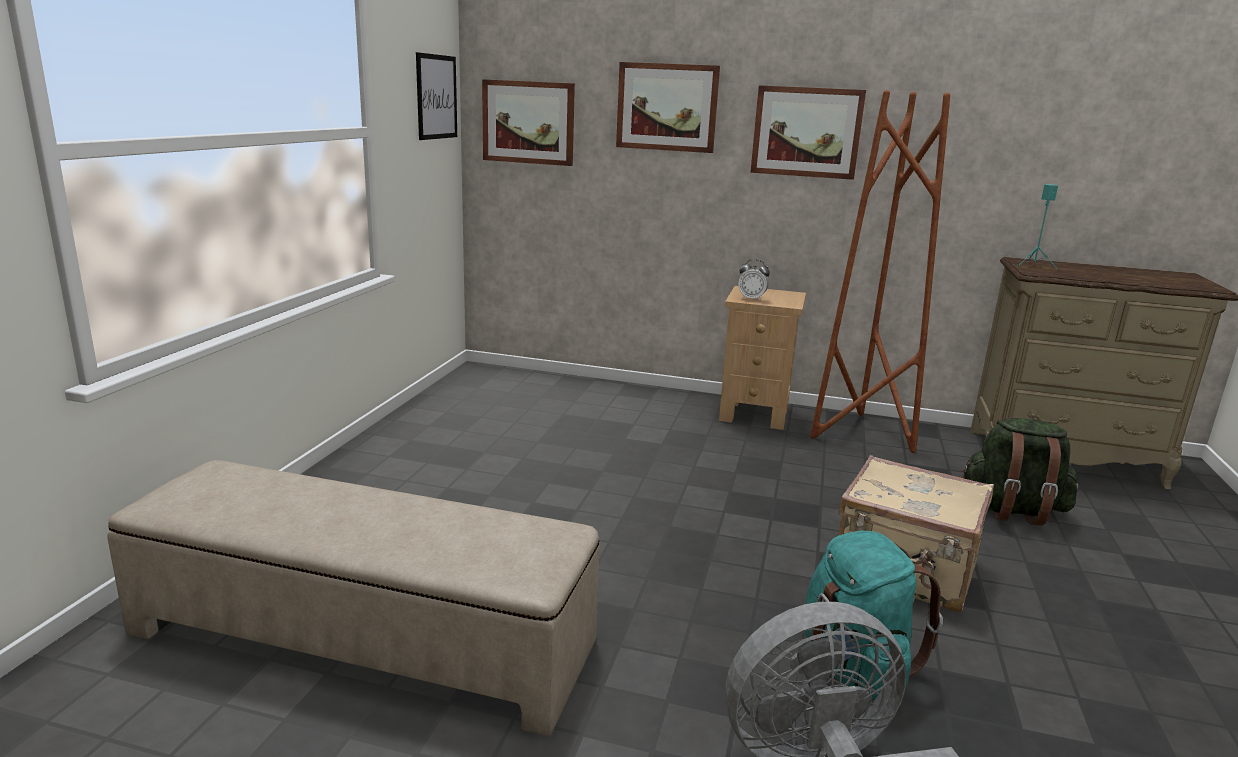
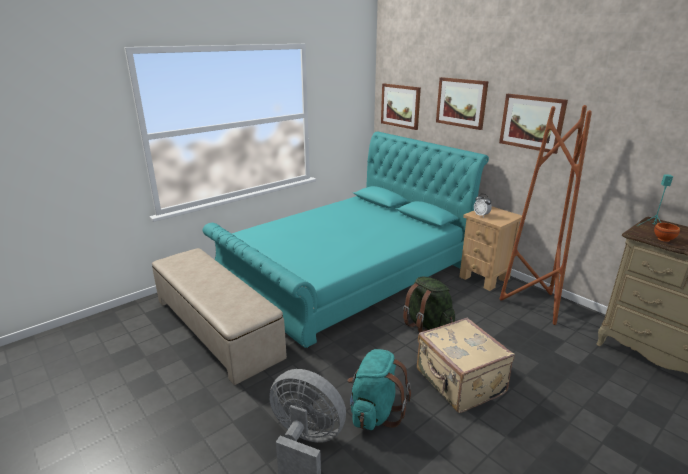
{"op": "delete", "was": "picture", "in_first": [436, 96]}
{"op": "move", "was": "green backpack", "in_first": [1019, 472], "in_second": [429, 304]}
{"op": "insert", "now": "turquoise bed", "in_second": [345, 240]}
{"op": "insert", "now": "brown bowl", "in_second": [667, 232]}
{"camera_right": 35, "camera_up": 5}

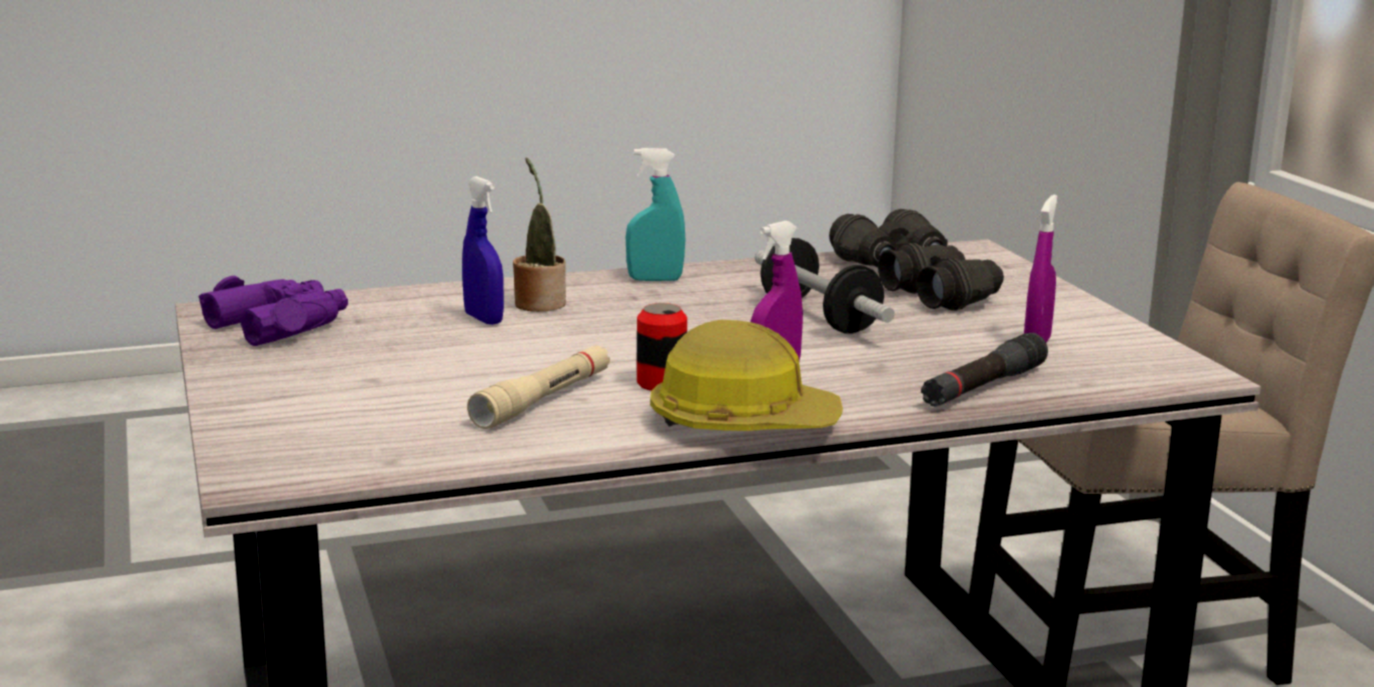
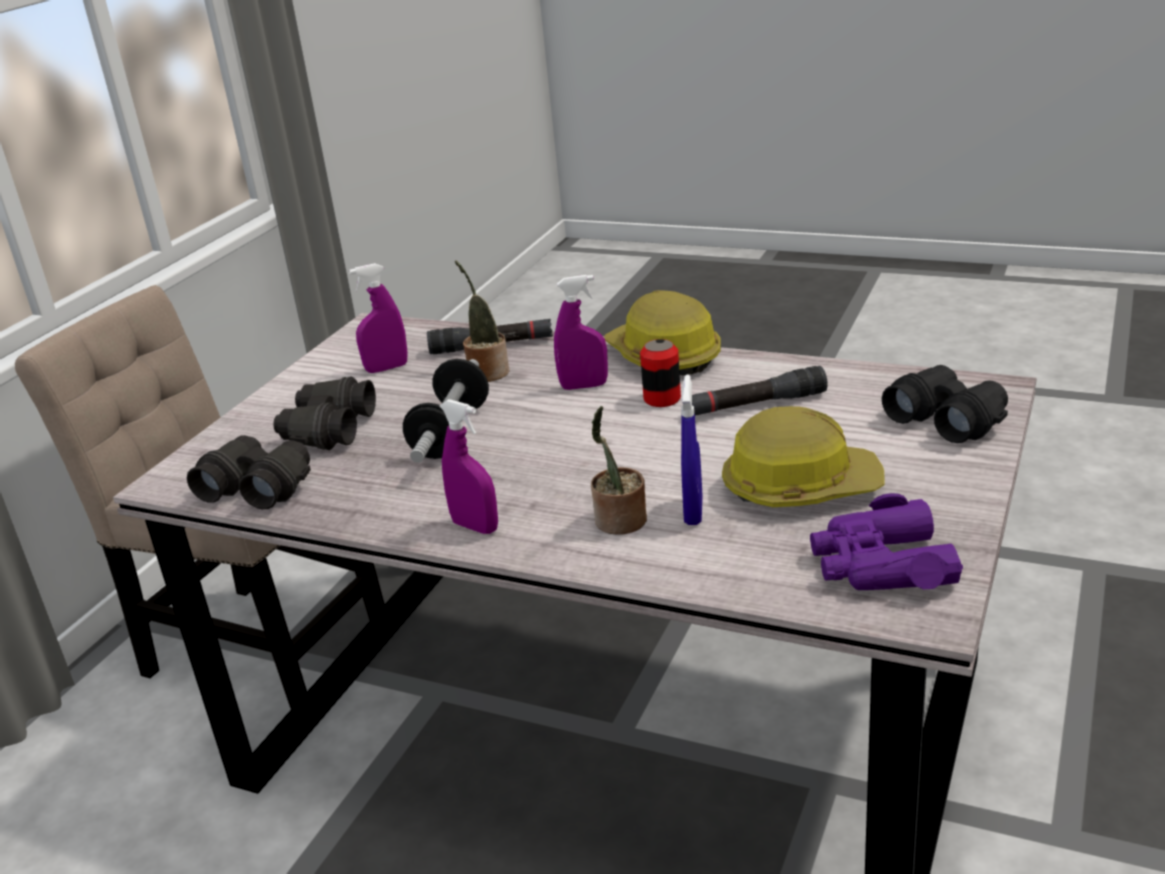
{"op": "recolor", "was": "beige flashlight", "now": "black flashlight", "in_first": [538, 387], "in_second": [760, 391]}
{"op": "recolor", "was": "turquoise spray bottle", "now": "purple spray bottle", "in_first": [655, 214], "in_second": [468, 466]}
{"op": "insert", "now": "potted plant", "in_second": [482, 321]}
{"op": "insert", "now": "hard hat", "in_second": [803, 456]}
{"op": "insert", "now": "black binoculars", "in_second": [945, 404]}
{"camera_right": -135, "camera_up": 10}

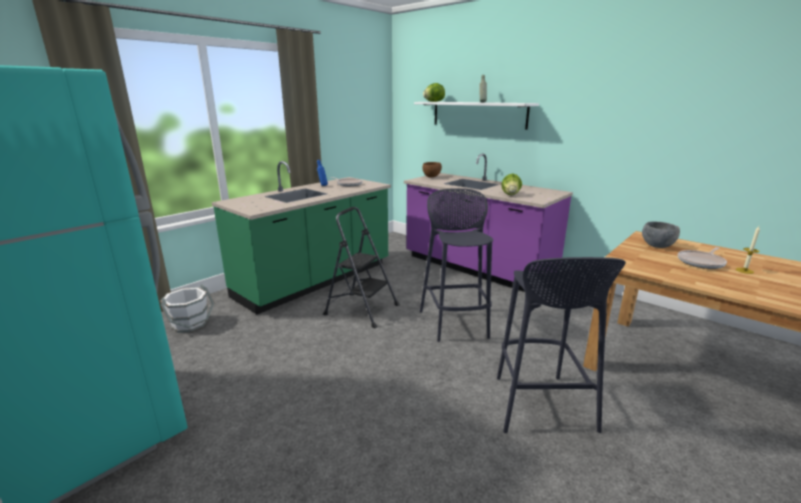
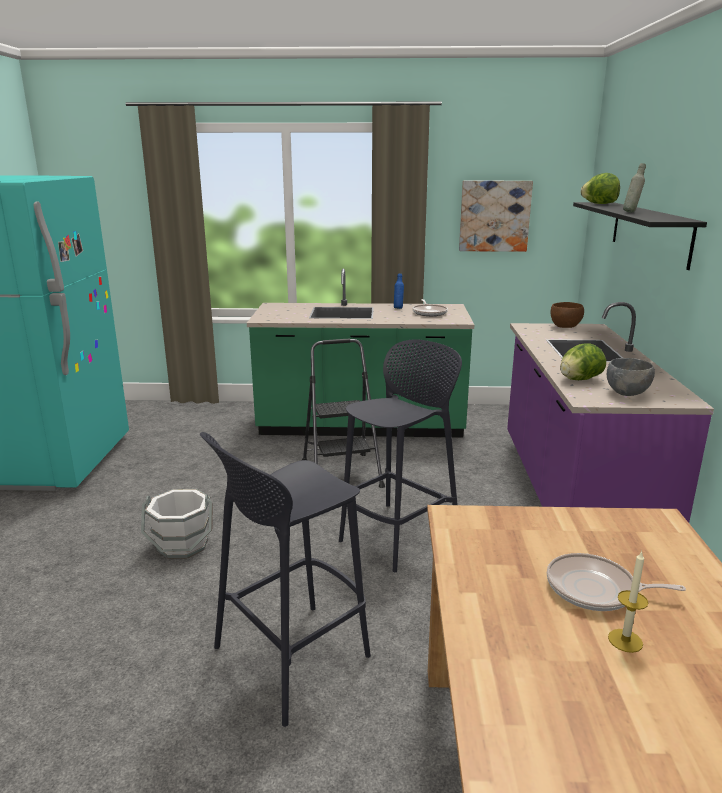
{"op": "move", "was": "white bucket", "in_first": [187, 308], "in_second": [177, 524]}
{"op": "recolor", "was": "white shelf", "now": "black shelf", "in_first": [476, 116], "in_second": [640, 236]}
{"op": "move", "was": "grey bowl", "in_first": [661, 235], "in_second": [631, 377]}
{"op": "insert", "now": "picture", "in_second": [496, 216]}
{"camera_right": 50, "camera_up": 0}

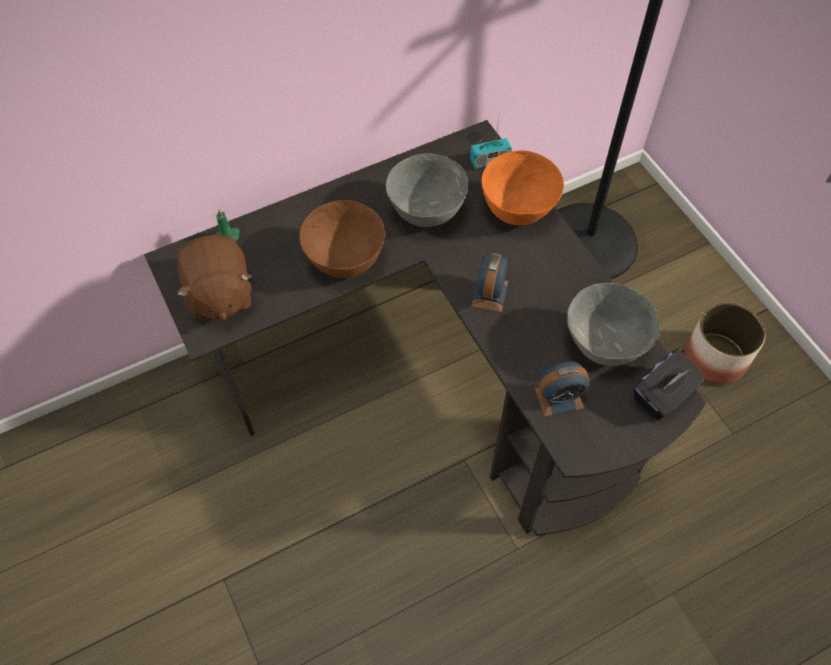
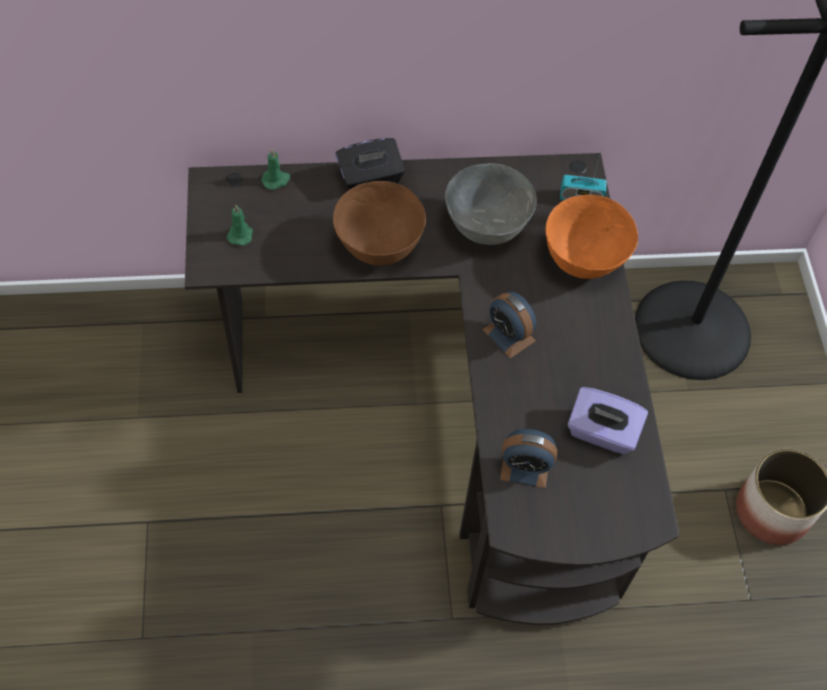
{"op": "replace", "was": "brown plush toy", "now": "green candle", "in_first": [214, 277], "in_second": [240, 225]}
{"op": "rotate", "was": "alarm clock", "in_first": [489, 283], "in_second": [509, 325], "clockwise": -75}
{"op": "replace", "was": "grey bowl", "now": "purple tissue box", "in_first": [613, 324], "in_second": [608, 420]}
{"op": "move", "was": "black tissue box", "in_first": [669, 384], "in_second": [370, 164]}
{"camera_right": 20, "camera_up": 0}

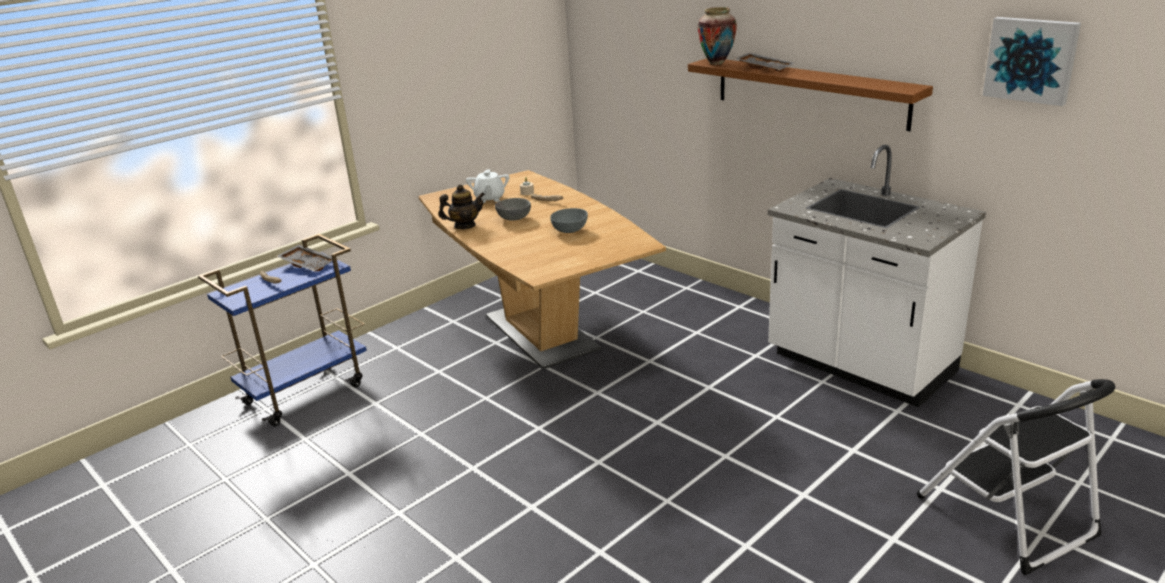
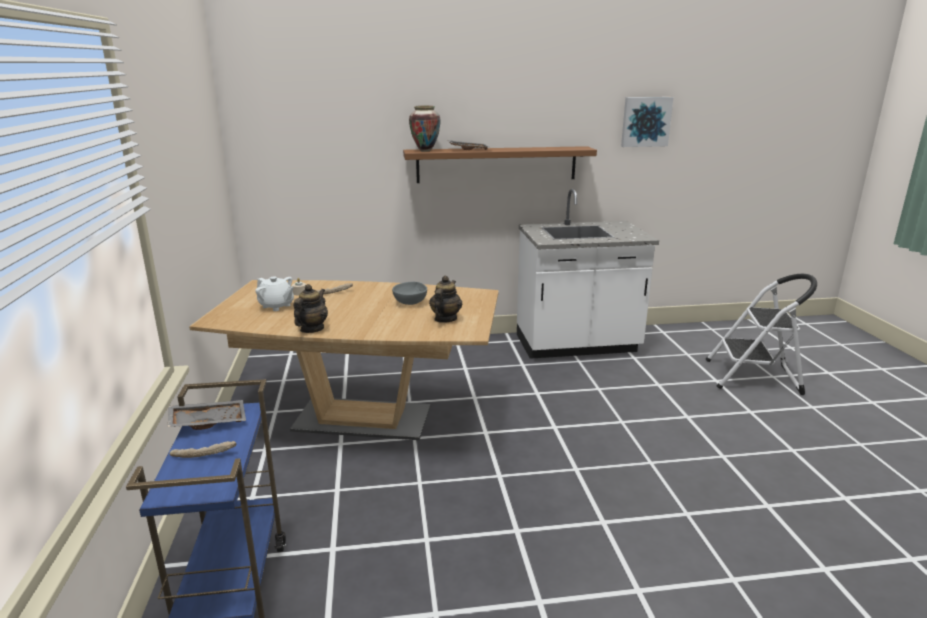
{"op": "delete", "was": "grey bowl", "in_first": [513, 209]}
{"op": "insert", "now": "teapot", "in_second": [445, 299]}
{"camera_right": -55, "camera_up": -5}

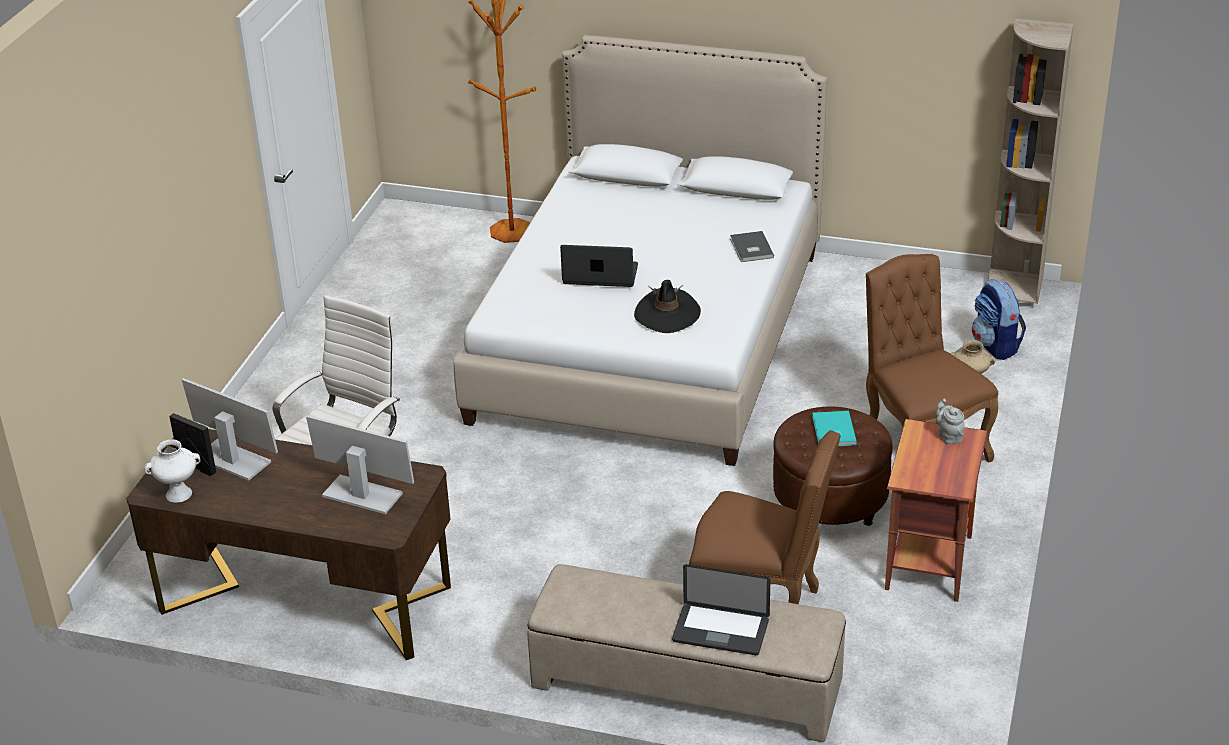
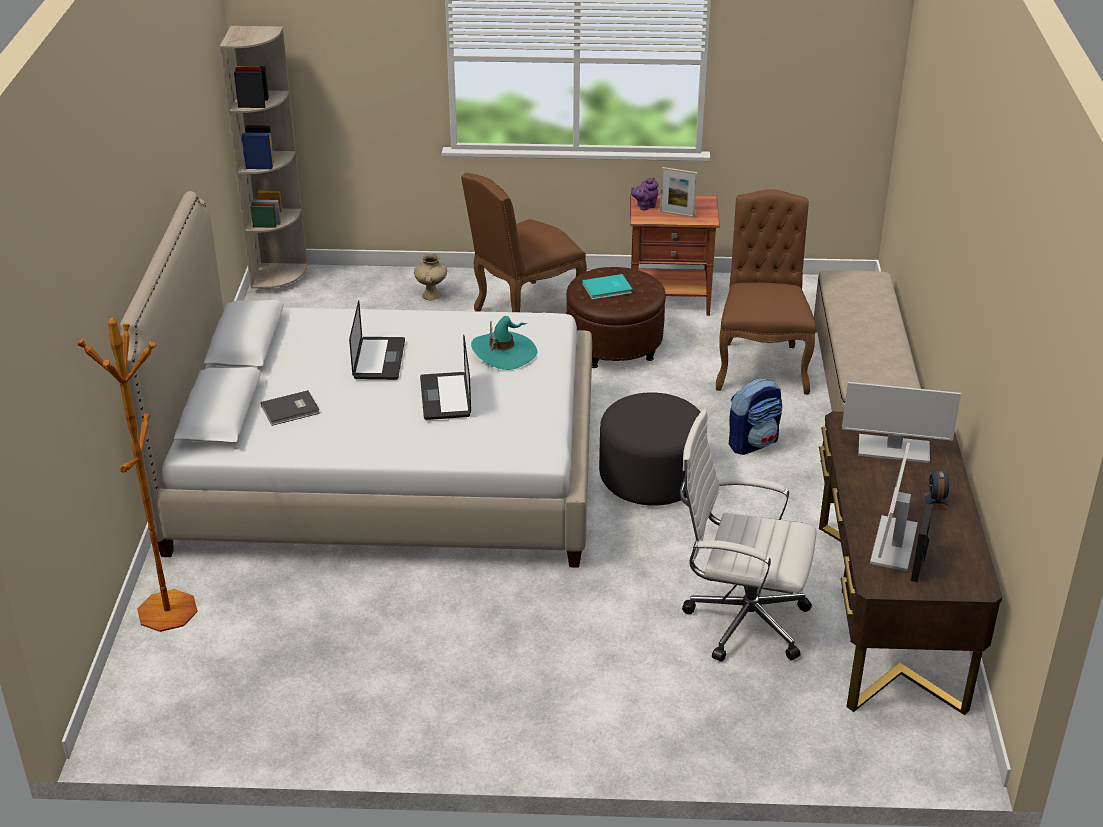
{"op": "delete", "was": "white vase", "in_first": [172, 471]}
{"op": "rotate", "was": "monitor", "in_first": [360, 464], "in_second": [901, 422], "clockwise": -90}
{"op": "recolor", "was": "black hat", "now": "turquoise hat", "in_first": [667, 306], "in_second": [504, 343]}
{"op": "move", "was": "laptop", "in_first": [721, 609], "in_second": [377, 340]}
{"op": "move", "was": "grey book", "in_first": [752, 246], "in_second": [290, 408]}
{"op": "recolor", "was": "grey teapot", "now": "purple teapot", "in_first": [950, 421], "in_second": [644, 194]}
{"op": "move", "was": "backpack", "in_first": [999, 319], "in_second": [755, 416]}
{"op": "insert", "now": "grey ottoman", "in_second": [649, 449]}
{"op": "insert", "now": "picture frame", "in_second": [678, 192]}
{"op": "insert", "now": "alarm clock", "in_second": [936, 490]}
{"camera_right": -105, "camera_up": 0}

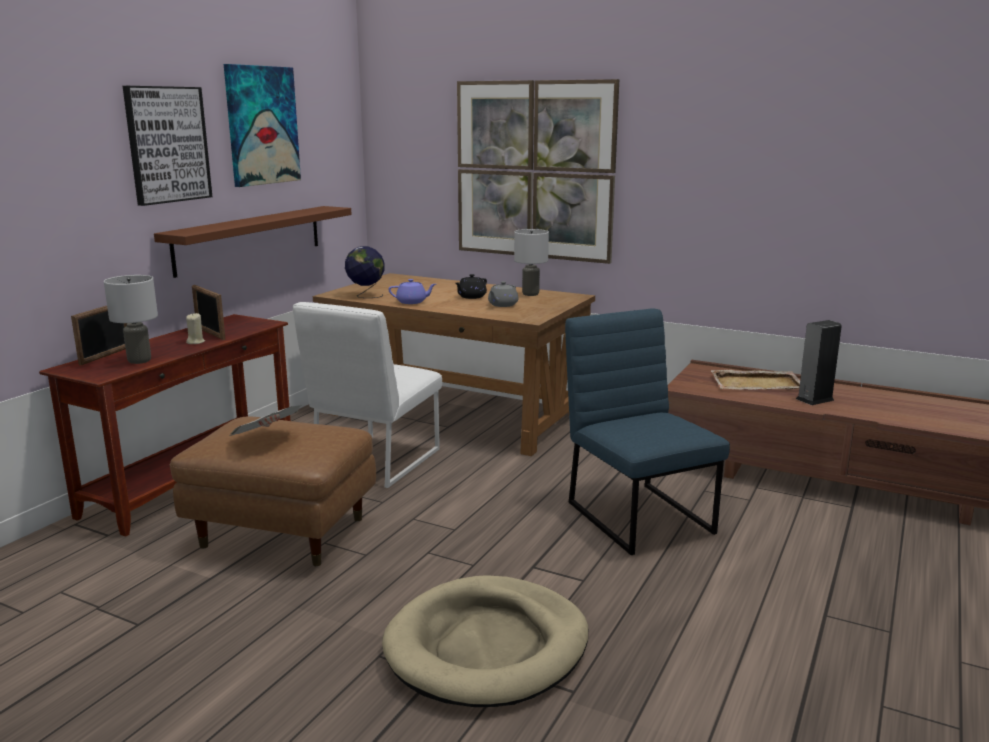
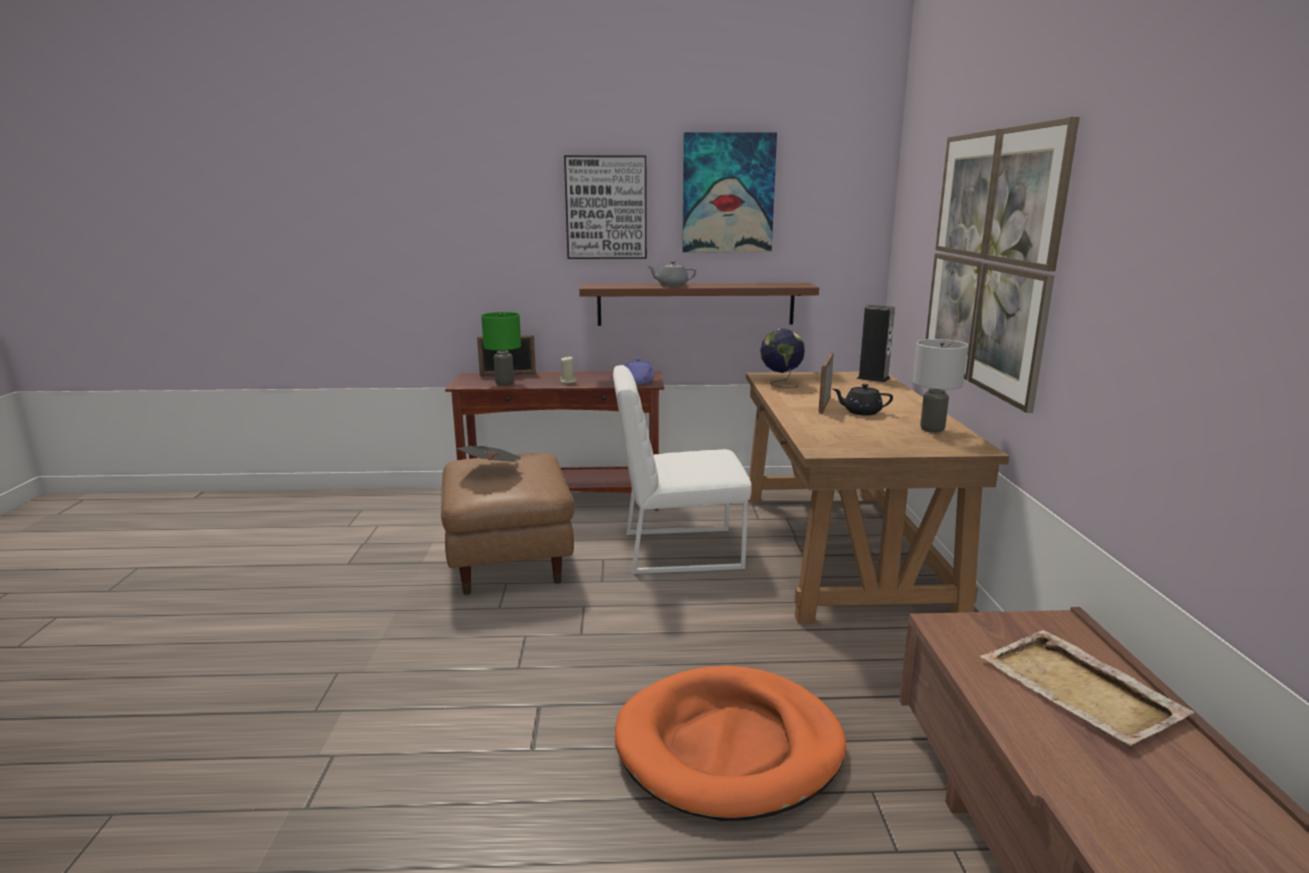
{"op": "recolor", "was": "white table lamp", "now": "green table lamp", "in_first": [131, 319], "in_second": [501, 348]}
{"op": "move", "was": "picture frame", "in_first": [209, 312], "in_second": [826, 383]}
{"op": "delete", "was": "beige dog bed", "in_first": [485, 641]}
{"op": "move", "was": "purple teapot", "in_first": [412, 291], "in_second": [640, 371]}
{"op": "move", "was": "grey teapot", "in_first": [503, 294], "in_second": [671, 273]}
{"op": "replace", "was": "blue chair", "now": "orange dog bed", "in_first": [647, 431], "in_second": [730, 743]}
{"op": "move", "was": "speaker", "in_first": [819, 362], "in_second": [876, 343]}
{"camera_right": 60, "camera_up": 0}

